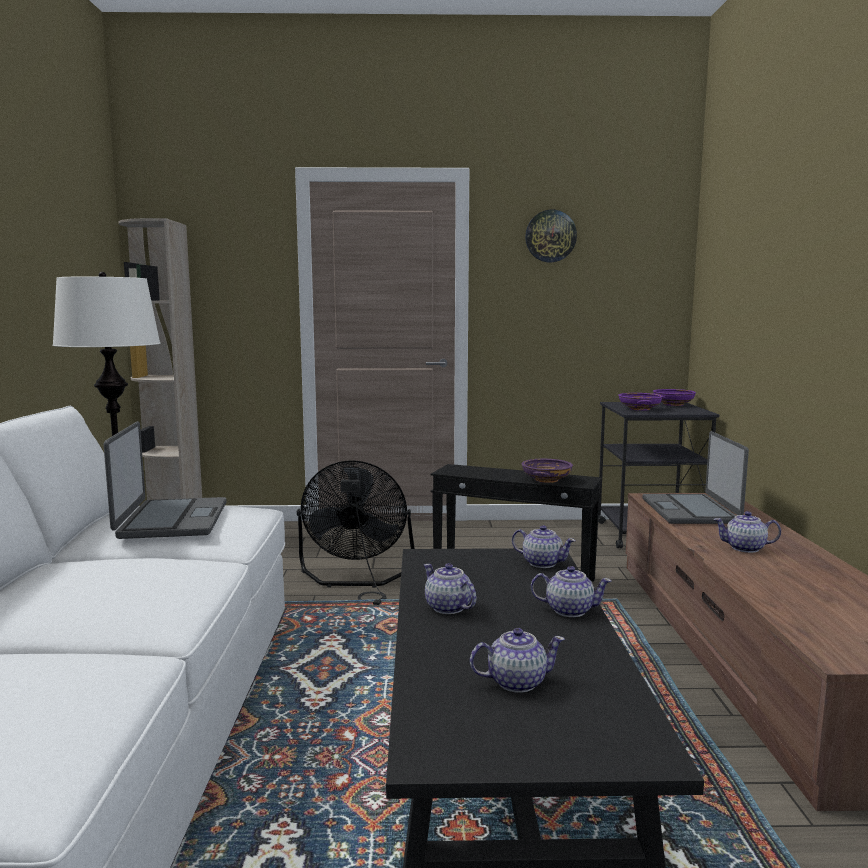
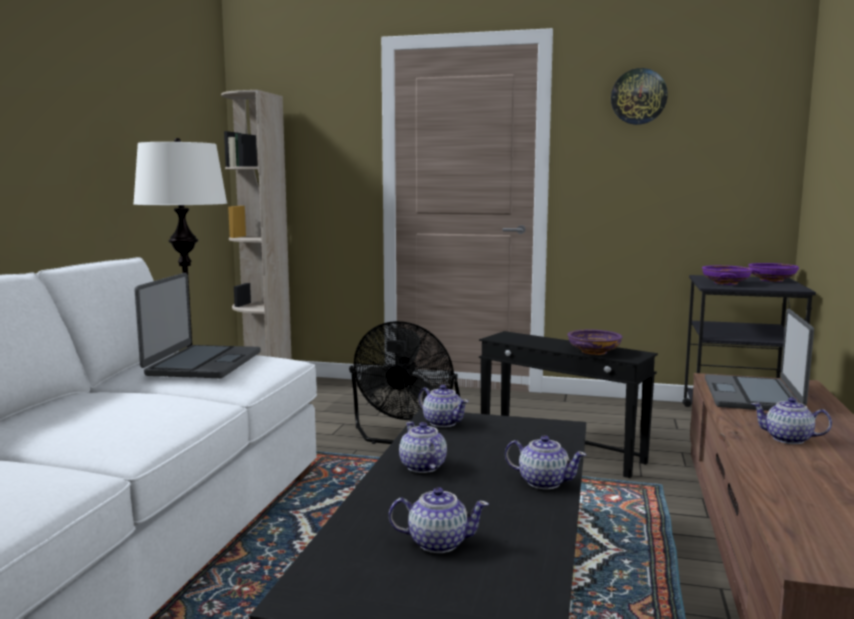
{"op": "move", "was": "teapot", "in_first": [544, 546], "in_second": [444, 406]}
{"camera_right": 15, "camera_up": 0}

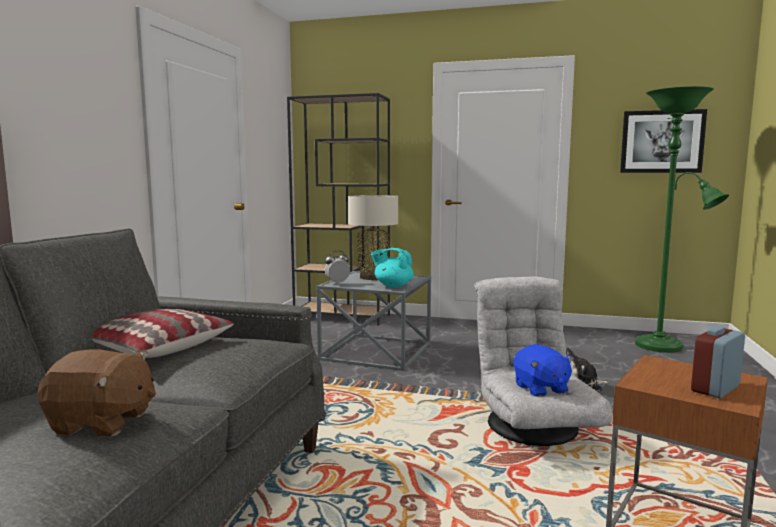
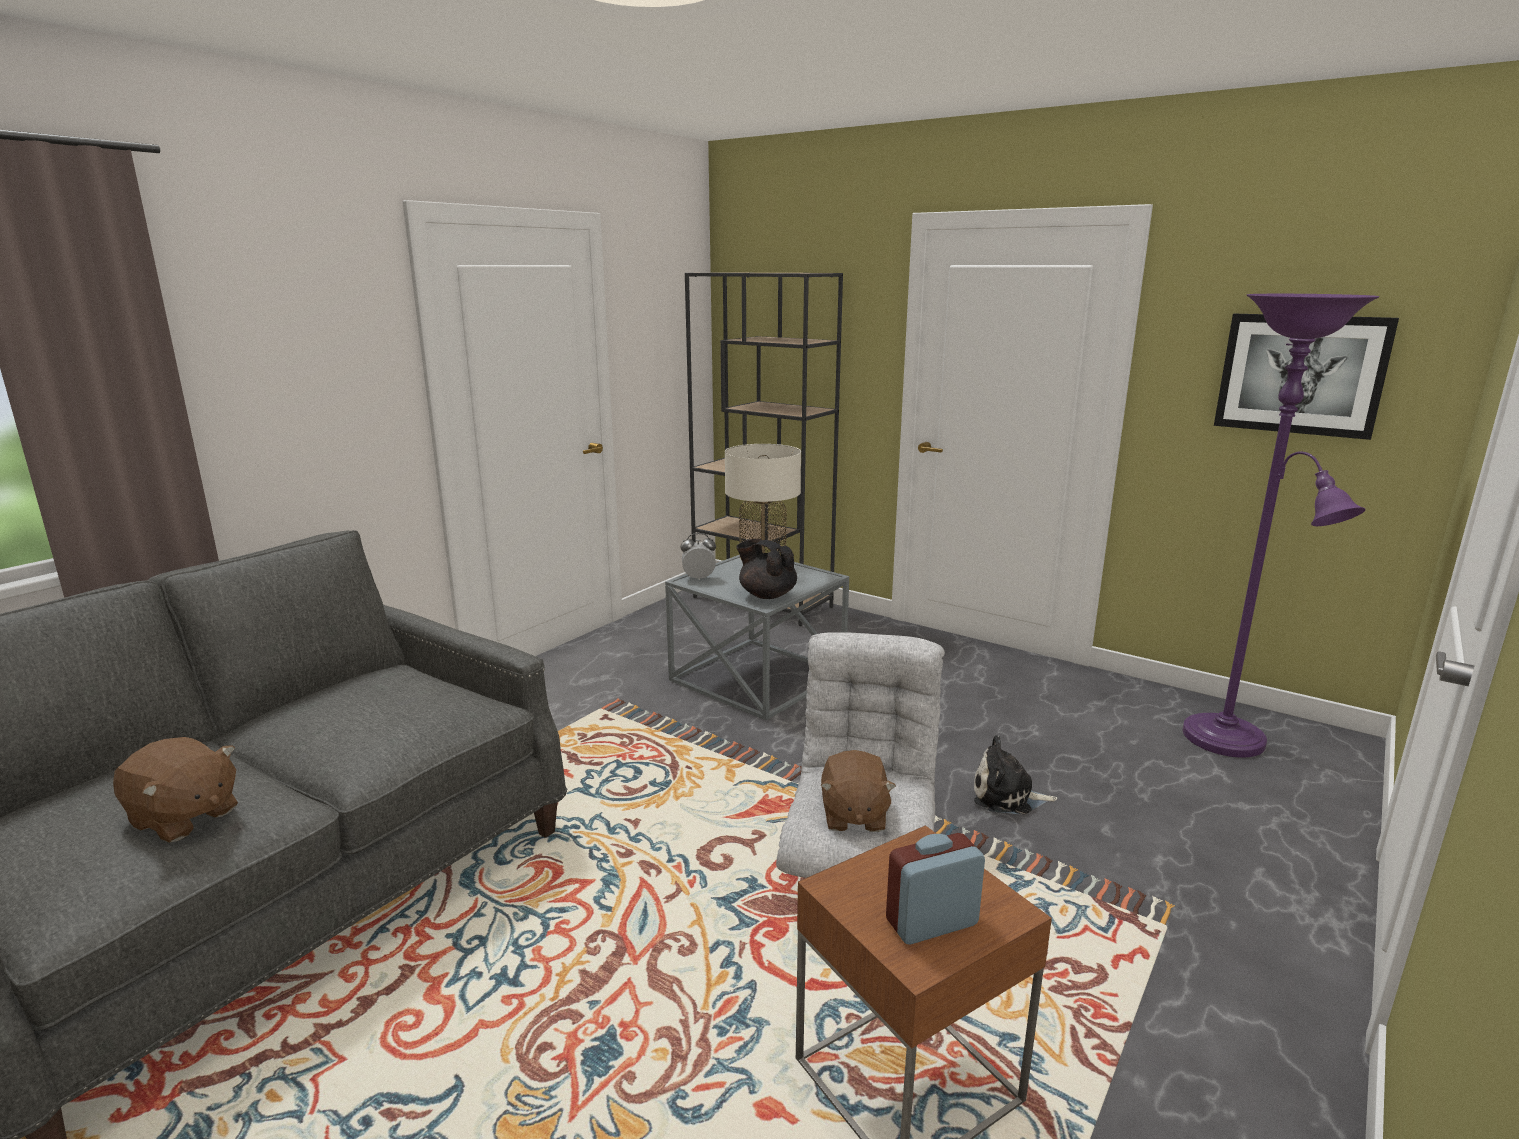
{"op": "delete", "was": "pillow", "in_first": [163, 333]}
{"op": "recolor", "was": "turquoise teapot", "now": "black teapot", "in_first": [392, 267], "in_second": [766, 569]}
{"op": "recolor", "was": "blue plush toy", "now": "brown plush toy", "in_first": [544, 370], "in_second": [858, 791]}
{"op": "recolor", "was": "green floor lamp", "now": "purple floor lamp", "in_first": [682, 219], "in_second": [1281, 526]}
{"camera_right": 20, "camera_up": 10}

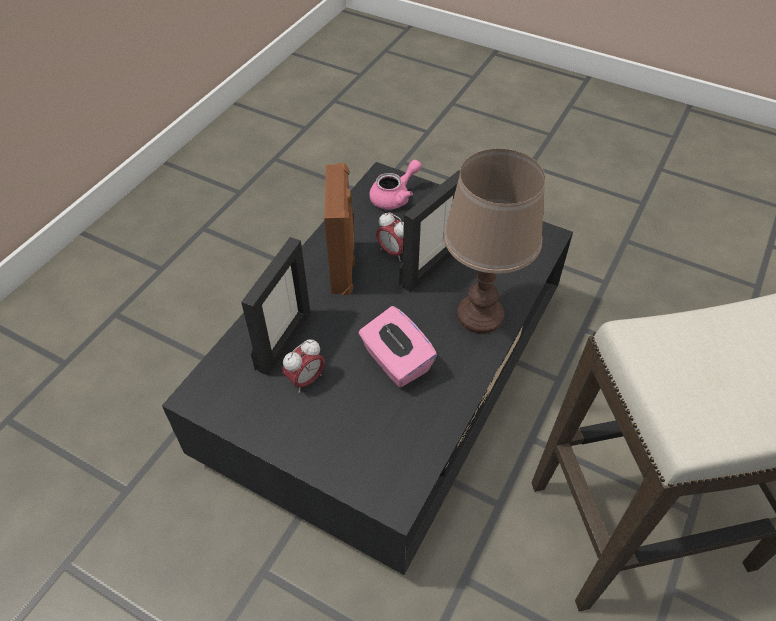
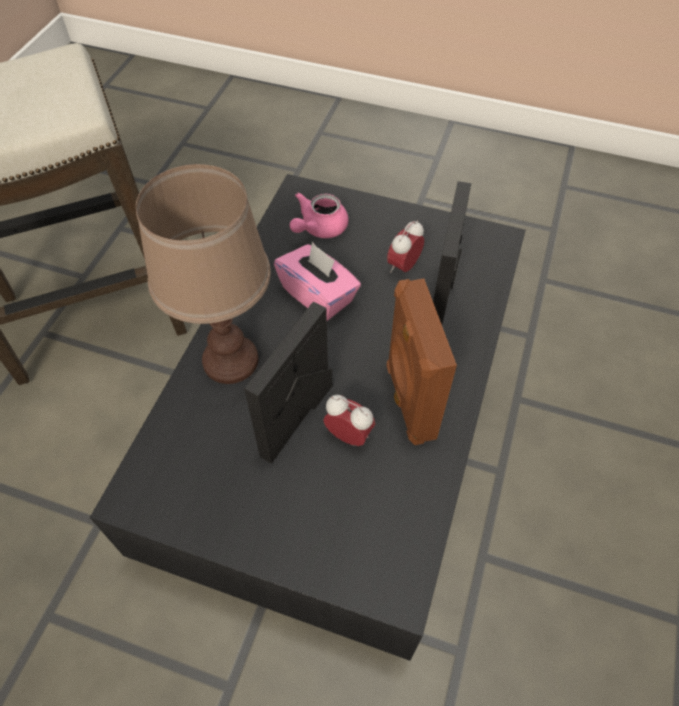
{"op": "move", "was": "pink teapot", "in_first": [395, 185], "in_second": [319, 215]}
{"camera_right": 170, "camera_up": 5}

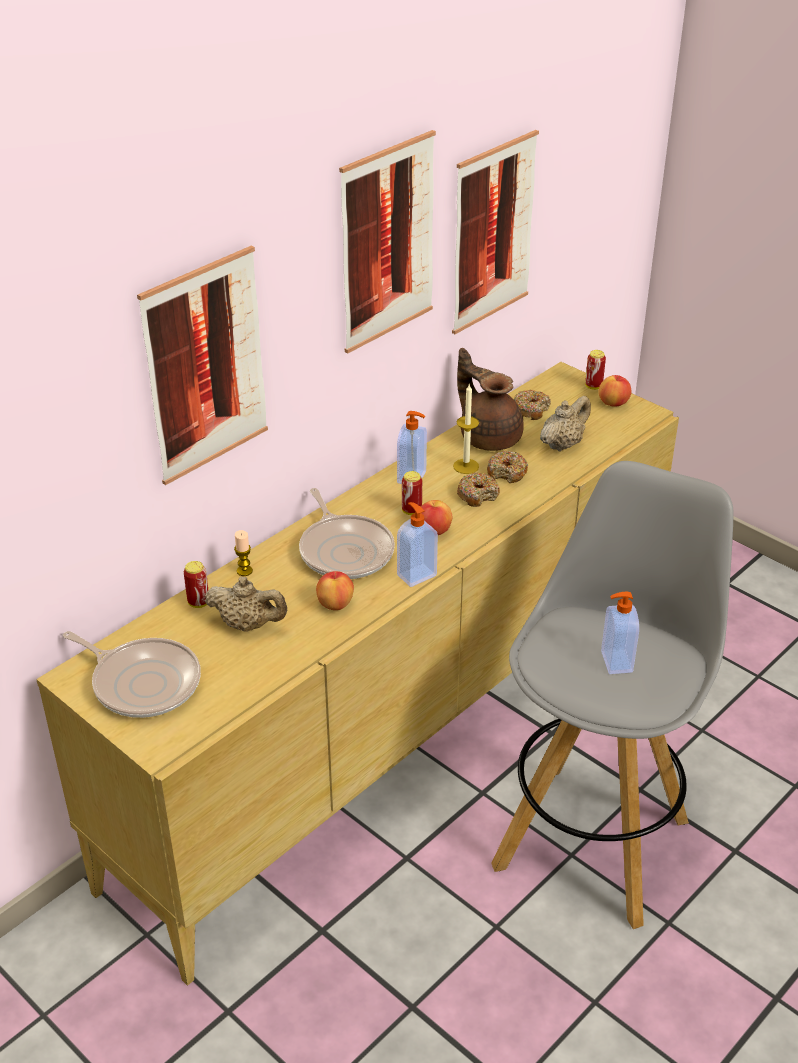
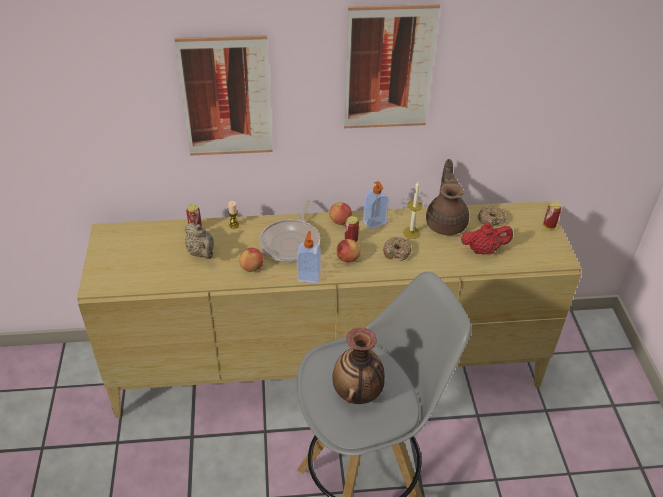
{"op": "delete", "was": "frying pan", "in_first": [132, 674]}
{"op": "delete", "was": "picture", "in_first": [495, 232]}
{"op": "delete", "was": "donut", "in_first": [507, 467]}
{"op": "recolor", "was": "beige teapot", "now": "red teapot", "in_first": [565, 424], "in_second": [487, 238]}
{"op": "move", "was": "apple", "in_first": [615, 391], "in_second": [340, 213]}
{"op": "replace", "was": "soap dispenser", "now": "vase", "in_first": [620, 633], "in_second": [358, 366]}
{"camera_right": 40, "camera_up": 5}

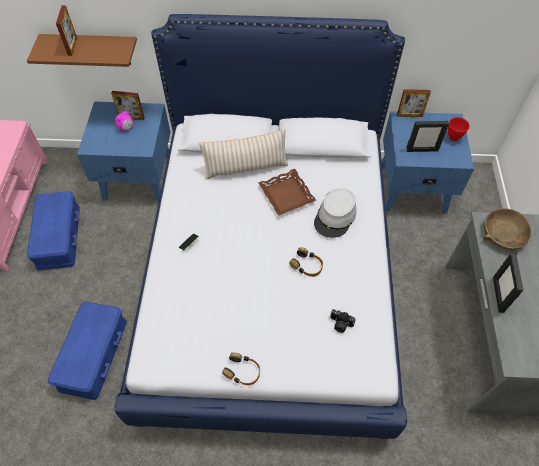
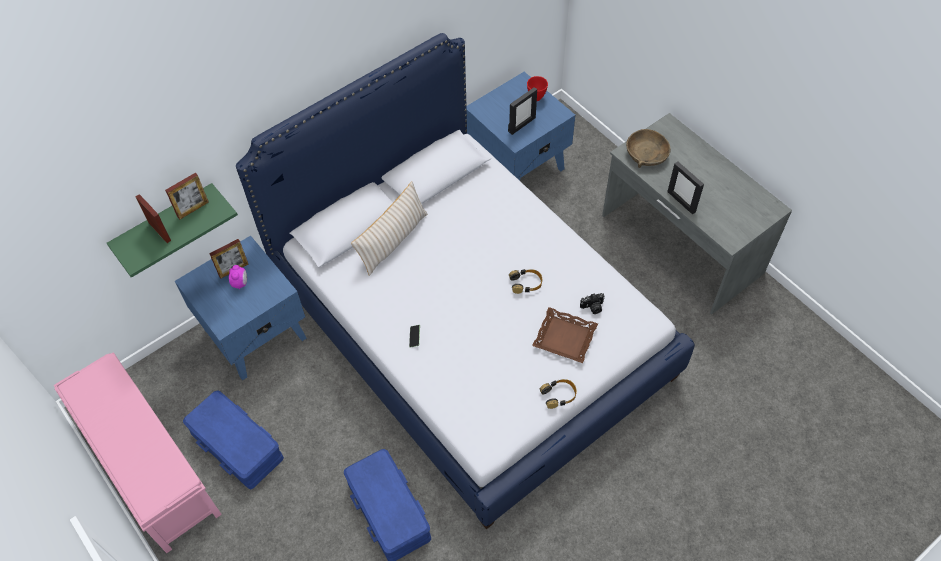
{"op": "recolor", "was": "brown shelf", "now": "green shelf", "in_first": [82, 50], "in_second": [172, 230]}
{"op": "move", "was": "brown tray", "in_first": [287, 192], "in_second": [565, 335]}
{"op": "delete", "was": "grey hat", "in_first": [335, 213]}
{"op": "move", "was": "picture frame", "in_first": [414, 103], "in_second": [187, 196]}
{"camera_right": -40, "camera_up": 0}

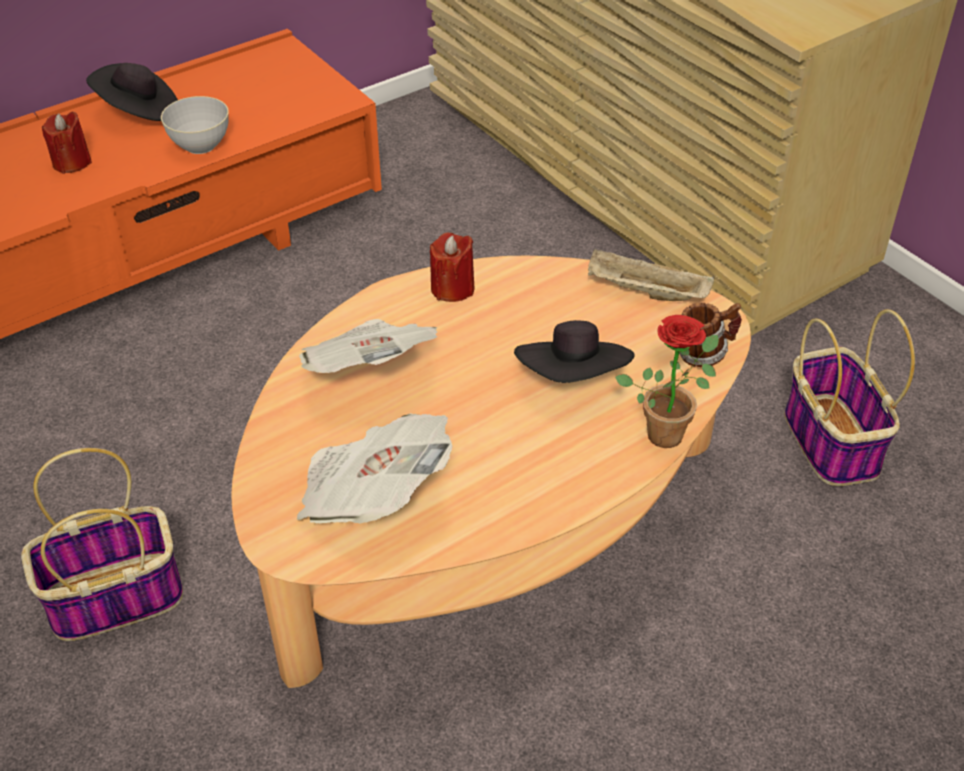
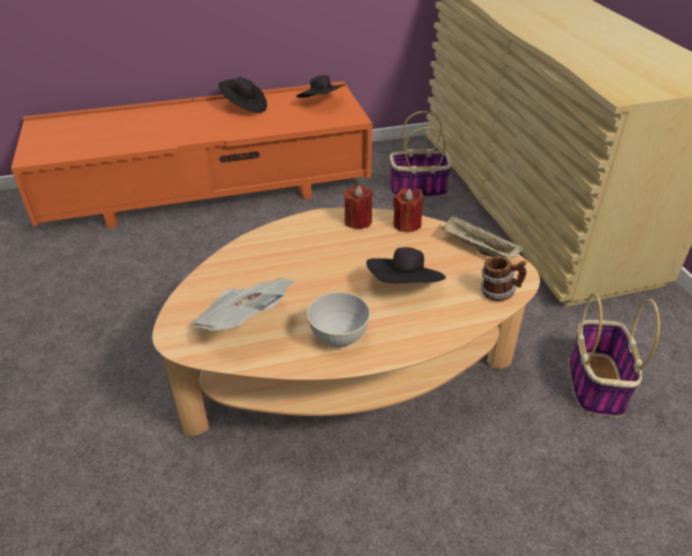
{"op": "move", "was": "basket", "in_first": [102, 544], "in_second": [420, 154]}
{"op": "move", "was": "red candle", "in_first": [67, 143], "in_second": [408, 210]}
{"op": "move", "was": "grey bowl", "in_first": [195, 125], "in_second": [338, 320]}
{"op": "delete", "was": "newspaper", "in_first": [368, 346]}
{"op": "delete", "was": "potted plant", "in_first": [667, 381]}
{"op": "insert", "now": "black hat", "in_second": [320, 86]}
{"camera_right": 20, "camera_up": -5}

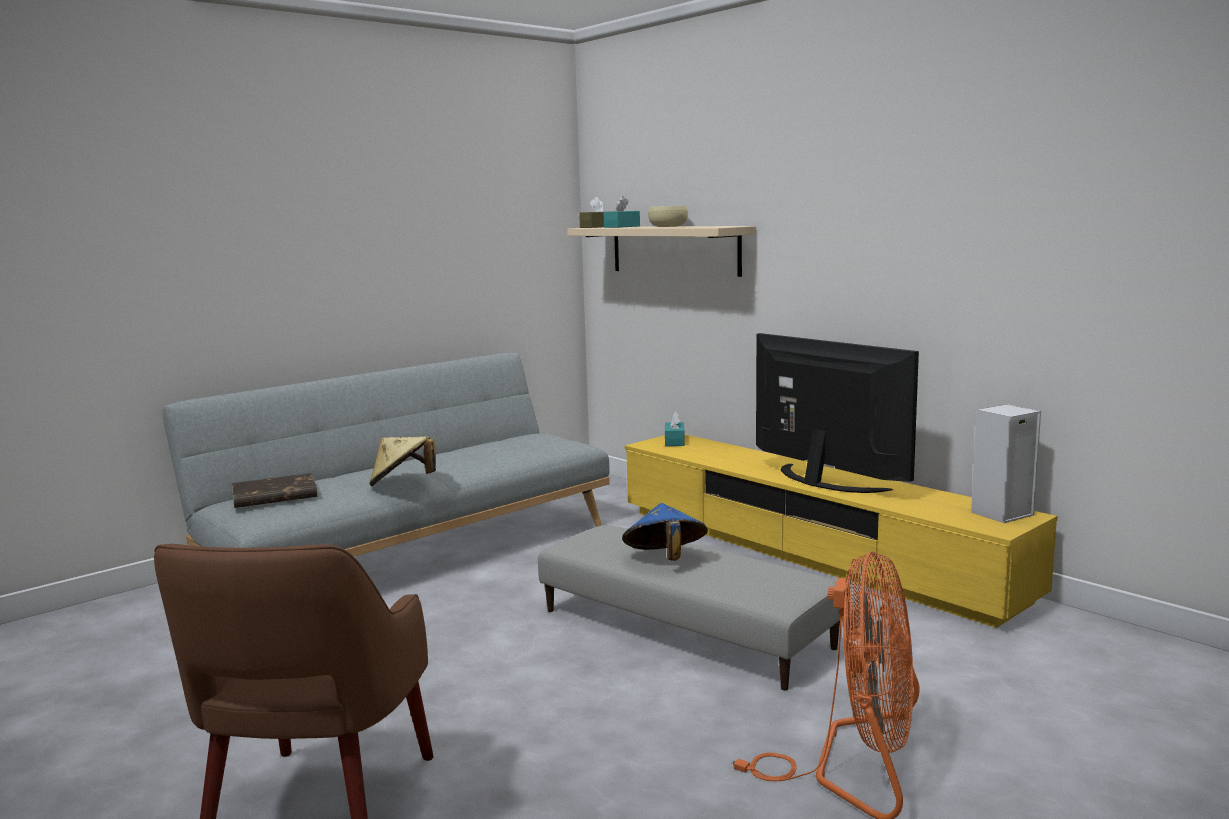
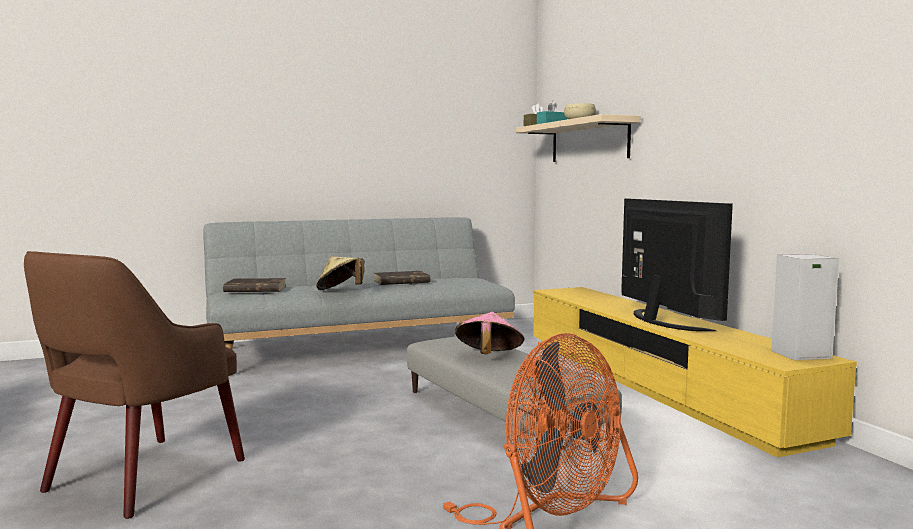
{"op": "recolor", "was": "blue hat", "now": "pink hat", "in_first": [665, 532], "in_second": [490, 333]}
{"op": "delete", "was": "turquoise tissue box", "in_first": [675, 429]}
{"op": "insert", "now": "brown book", "in_second": [402, 278]}
{"camera_right": 20, "camera_up": -5}

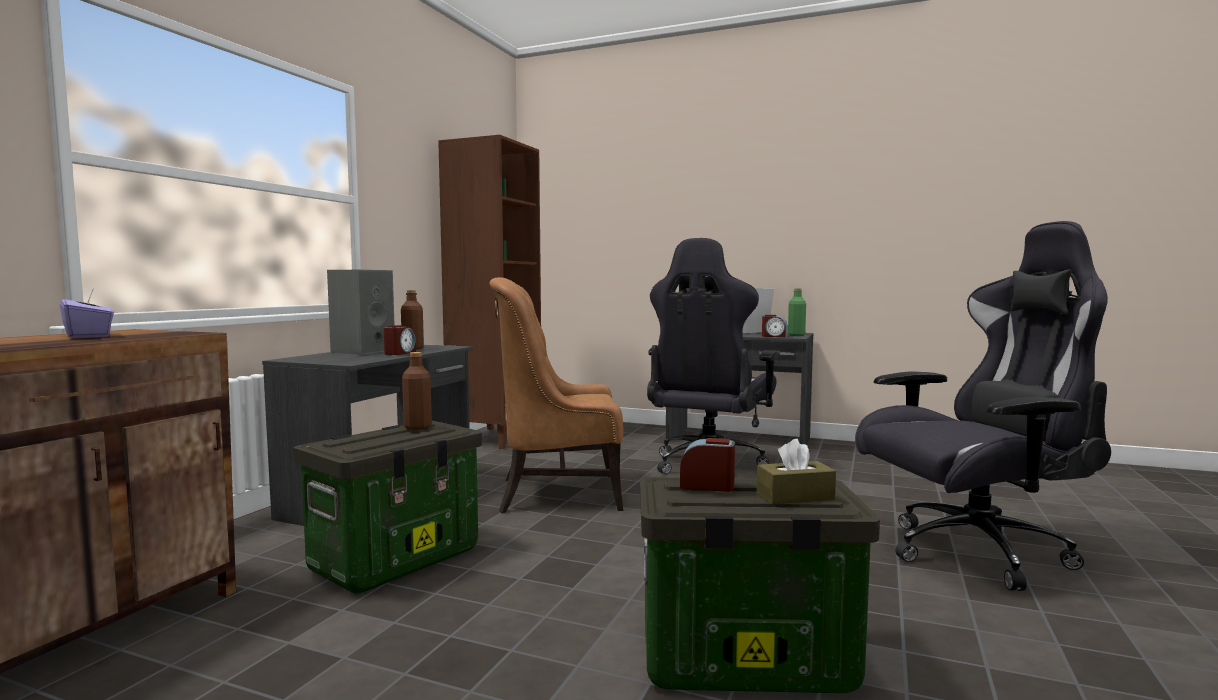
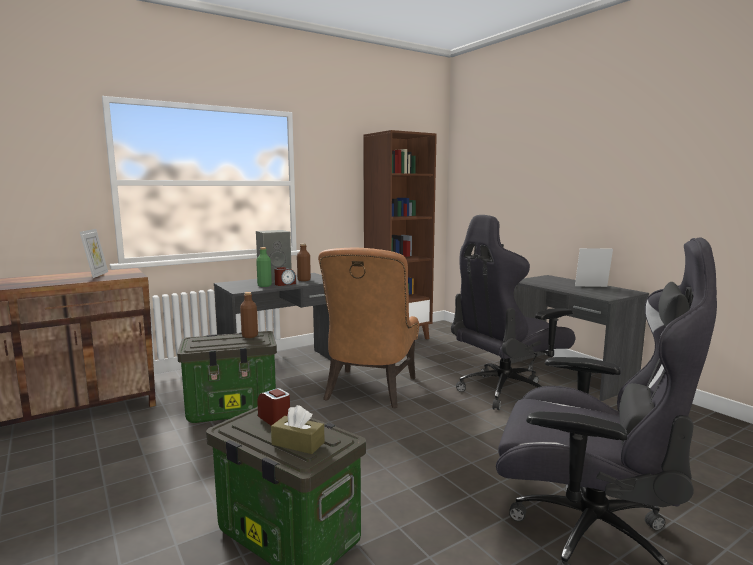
{"op": "replace", "was": "purple tissue box", "now": "picture frame", "in_first": [87, 313], "in_second": [94, 253]}
{"op": "rotate", "was": "brown chair", "in_first": [556, 395], "in_second": [368, 328], "clockwise": -105}
{"op": "delete", "was": "alarm clock", "in_first": [775, 326]}
{"op": "move", "was": "green bottle", "in_first": [797, 312], "in_second": [264, 267]}
{"camera_right": 35, "camera_up": 5}

